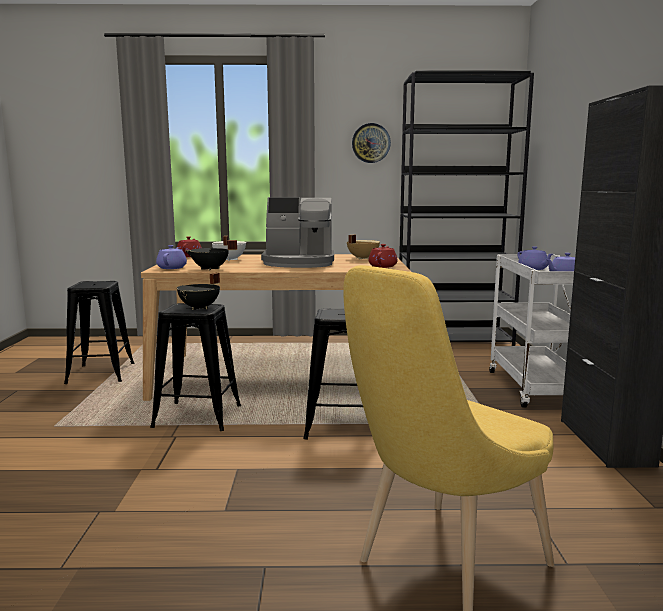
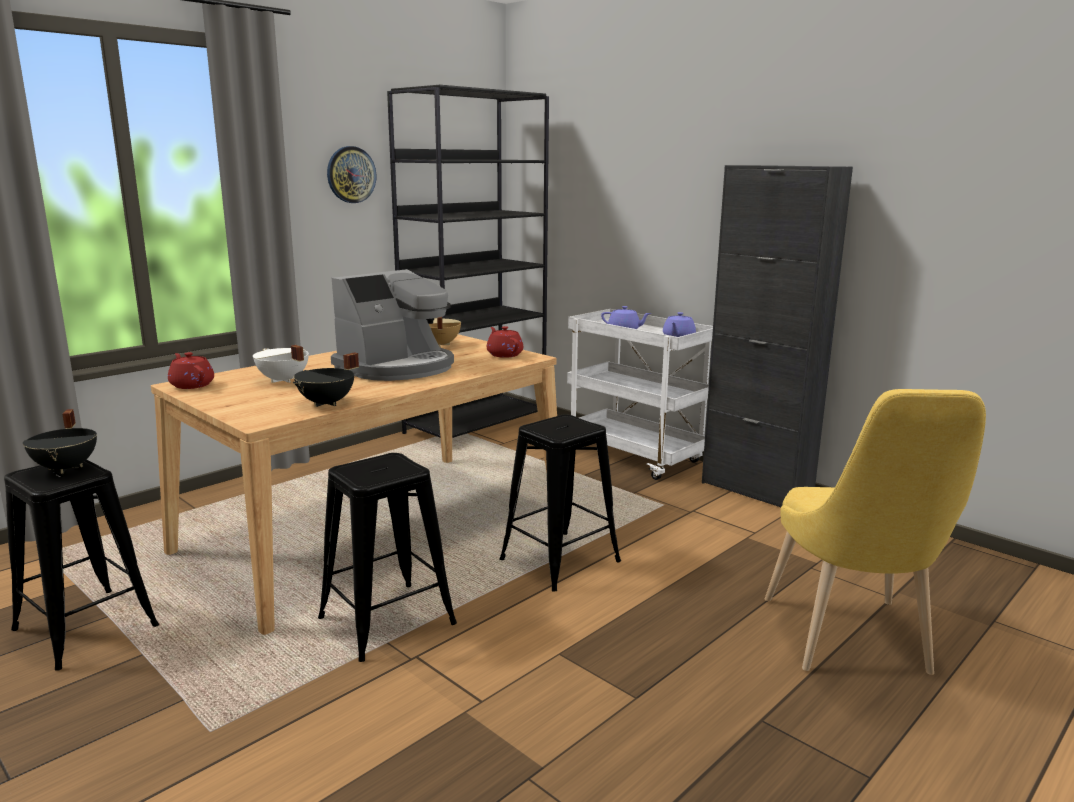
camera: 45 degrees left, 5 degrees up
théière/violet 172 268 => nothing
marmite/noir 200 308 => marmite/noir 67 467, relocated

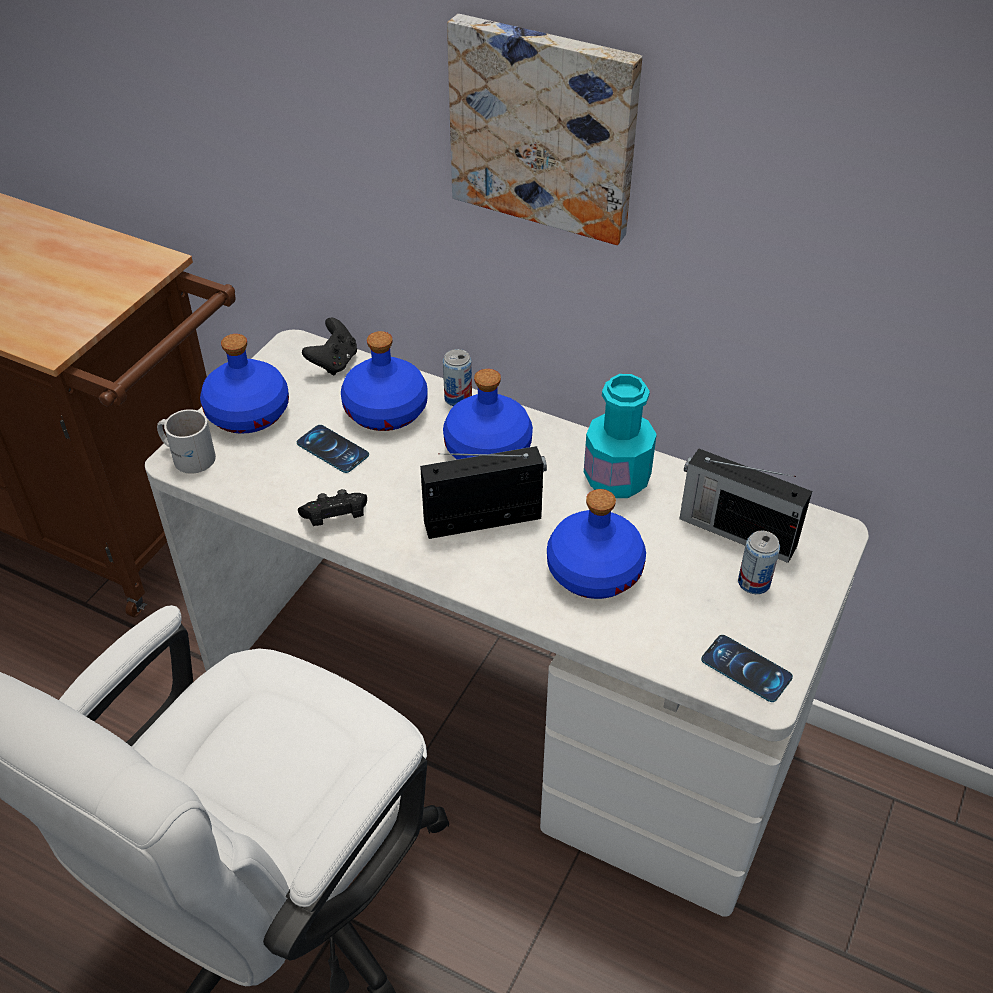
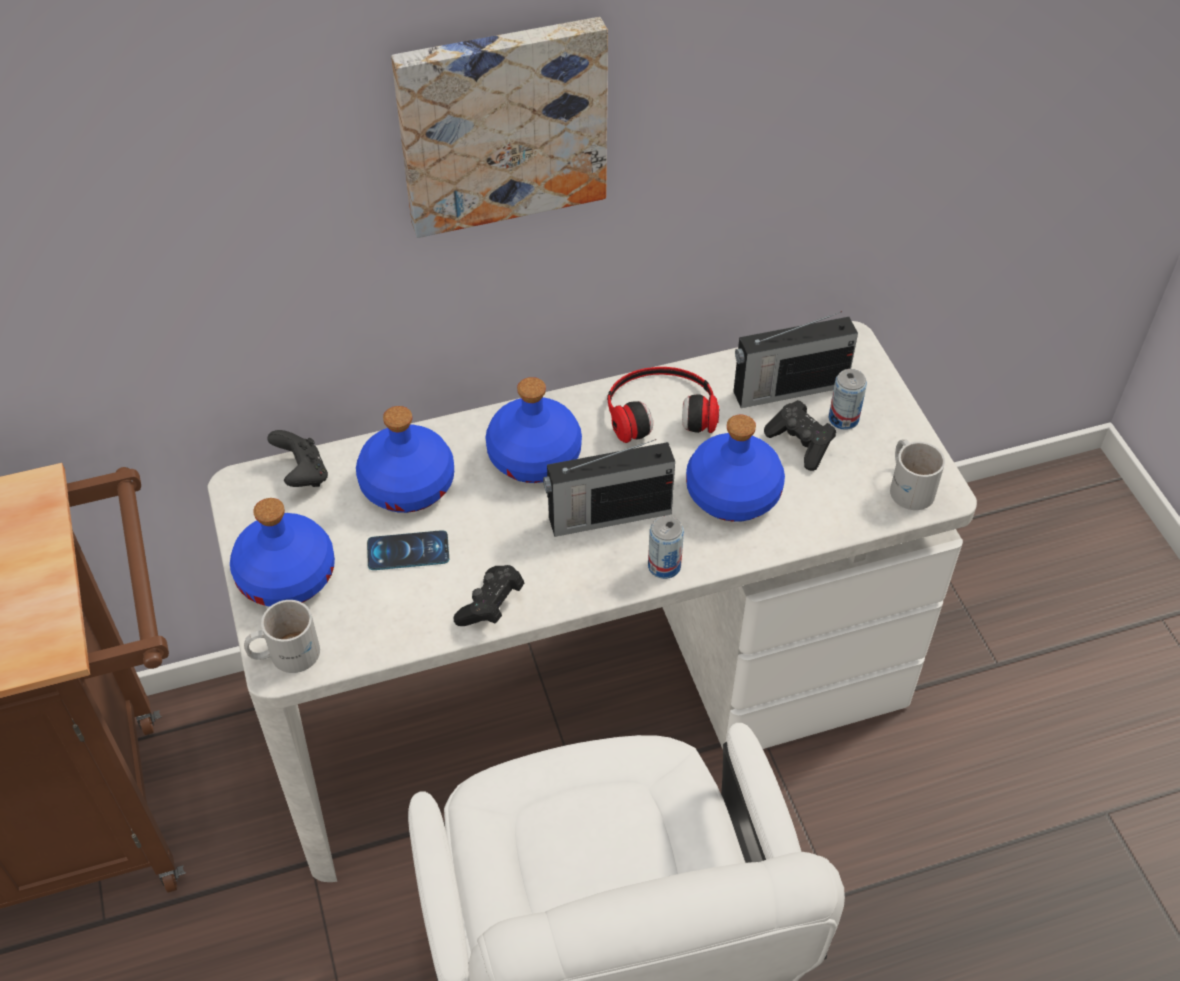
camera: 45 degrees left, 5 degrees up
boîte métallique 458 398 => boîte métallique 664 566, relocated
bouteille/turquoise 616 478 => casque audio 660 408
radio 485 520 => radio 607 515, 135 degrees counterclockwise
téléphone 746 668 => mug/blanc 910 485
nothing => manette/noir 800 444

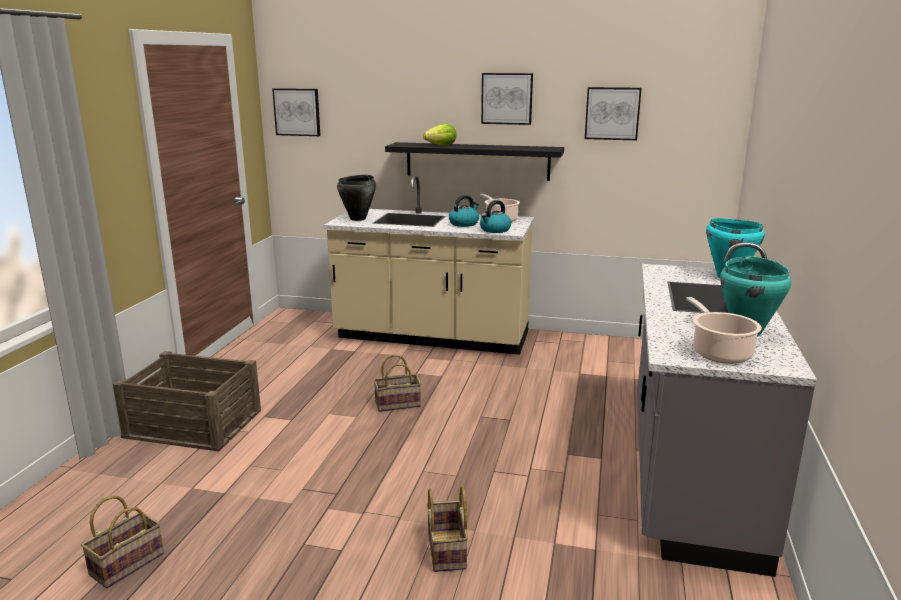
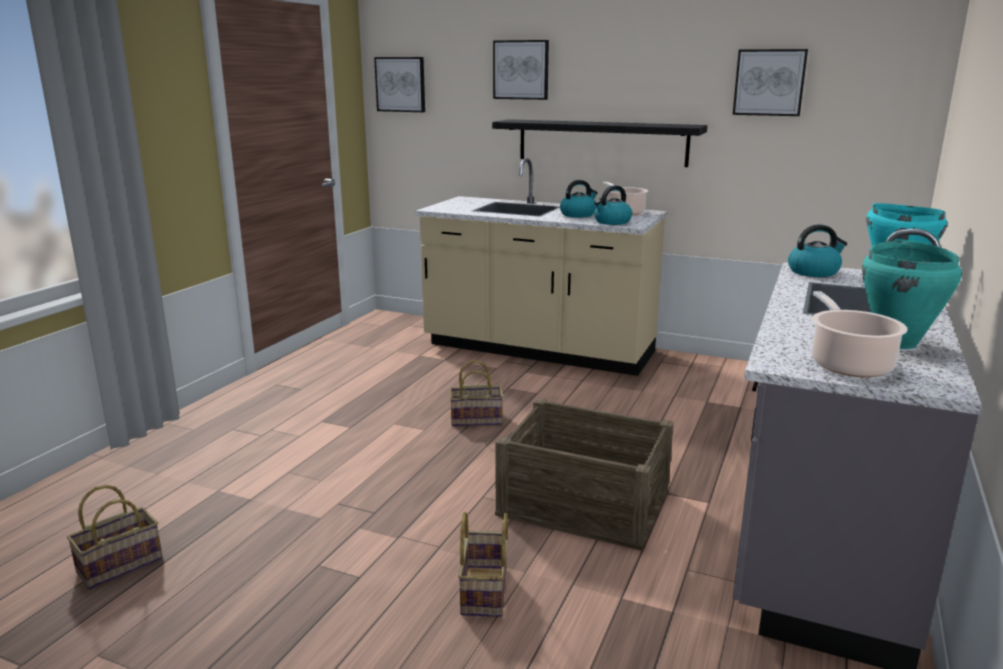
camera: 10 degrees right, 0 degrees up
tableau 507 98 => tableau 521 70, relocated
laitue 441 145 => nothing
marmite/noir 358 219 => nothing
caisse 193 423 => caisse 583 501, relocated
nothing => bouilloire 814 272

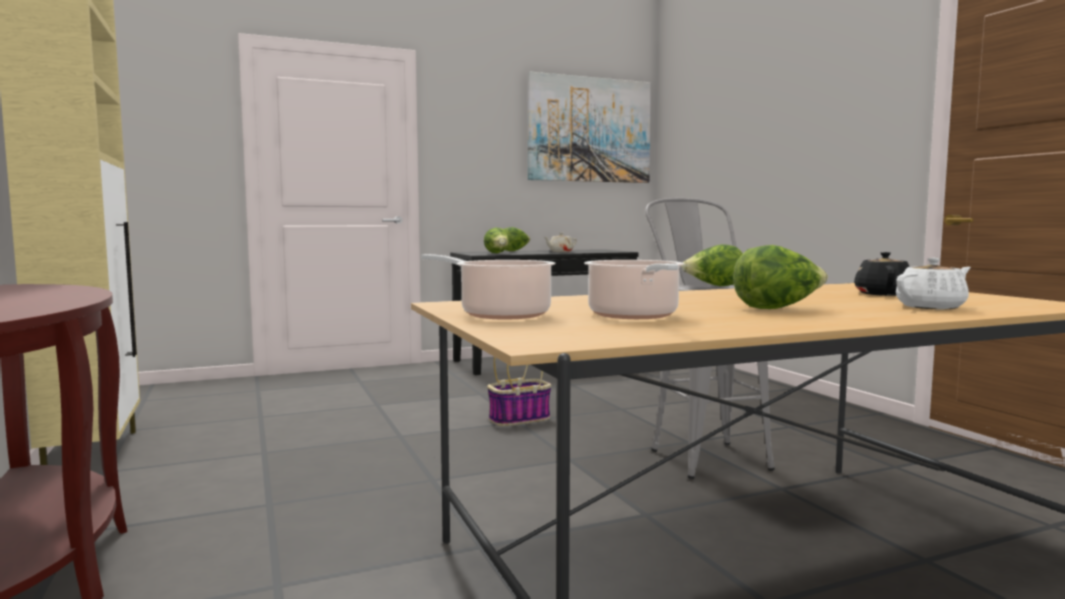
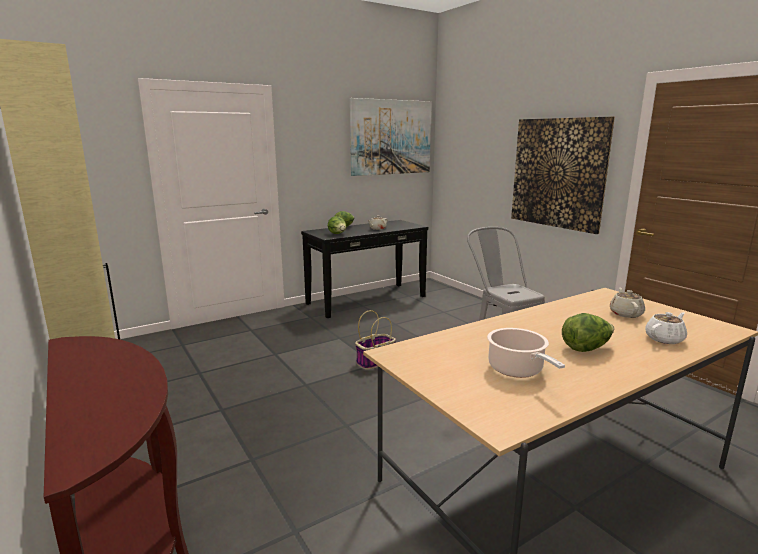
camera: 10 degrees left, 10 degrees up
laitue 714 286 => nothing
théière/noir 883 294 => théière/beige 625 314
marmite 500 314 => nothing
nothing => tableau 558 173

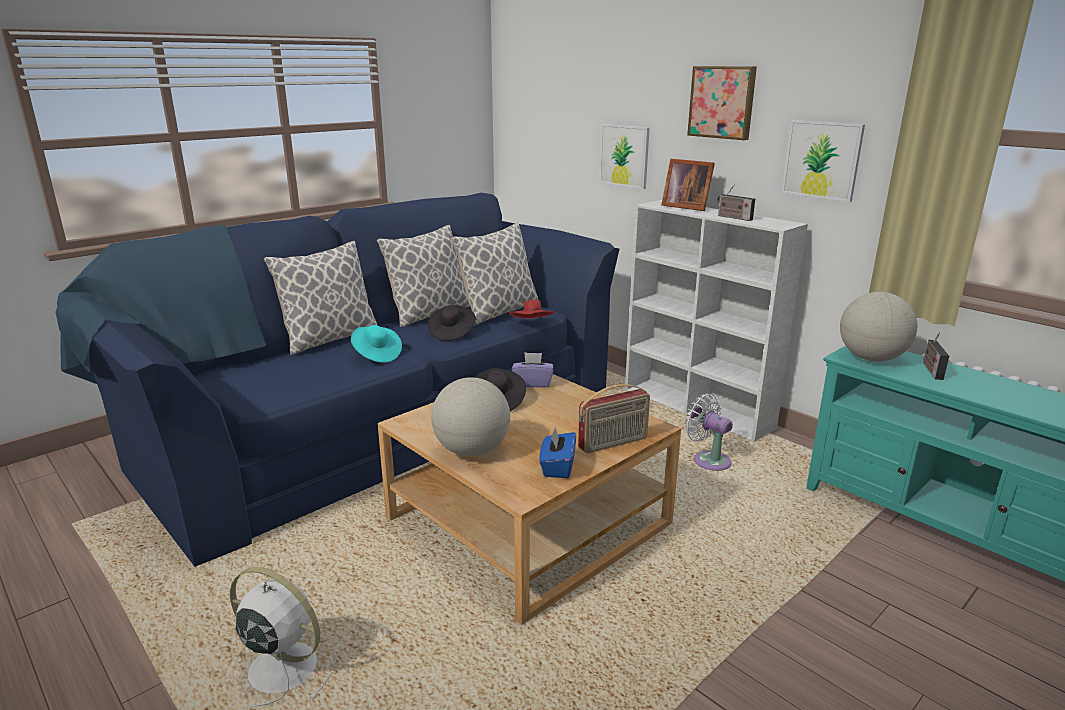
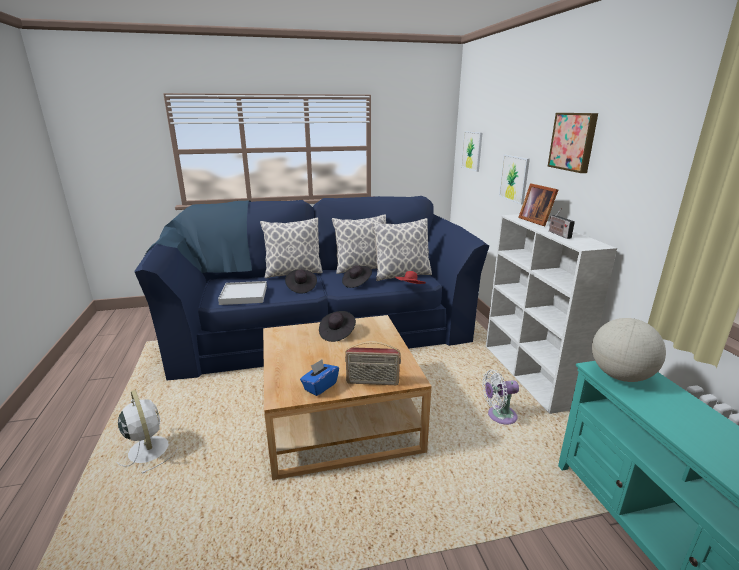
camera: 30 degrees right, 0 degrees up
tableau 822 160 => tableau 472 150, relocated
chapeau/turquoise 376 355 => chapeau/noir 301 288
radio 931 370 => nothing
boîte à mouchoirs/violet 532 383 => nothing
globe 471 451 => nothing
ventilateur/blanc 708 460 => ventilateur/blanc 499 416, 90 degrees counterclockwise
nothing => plateau/blanc 244 295

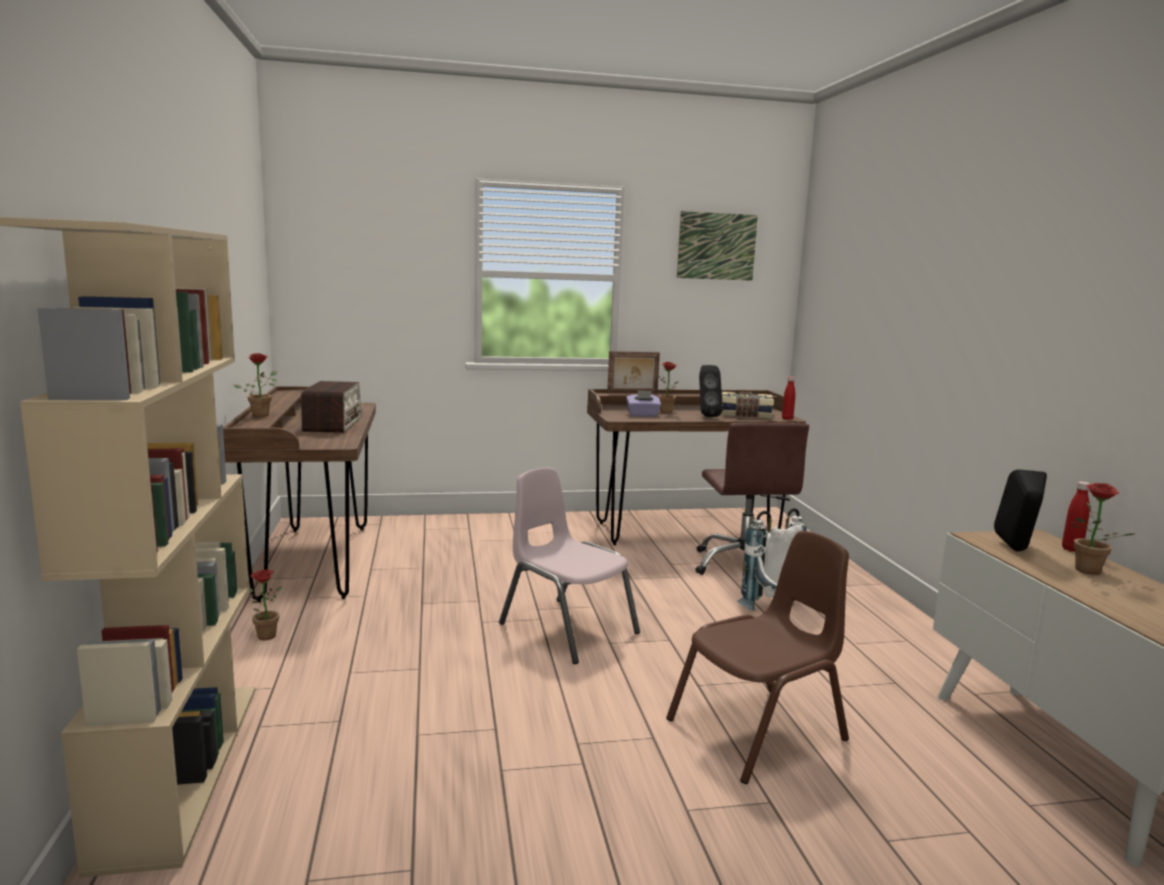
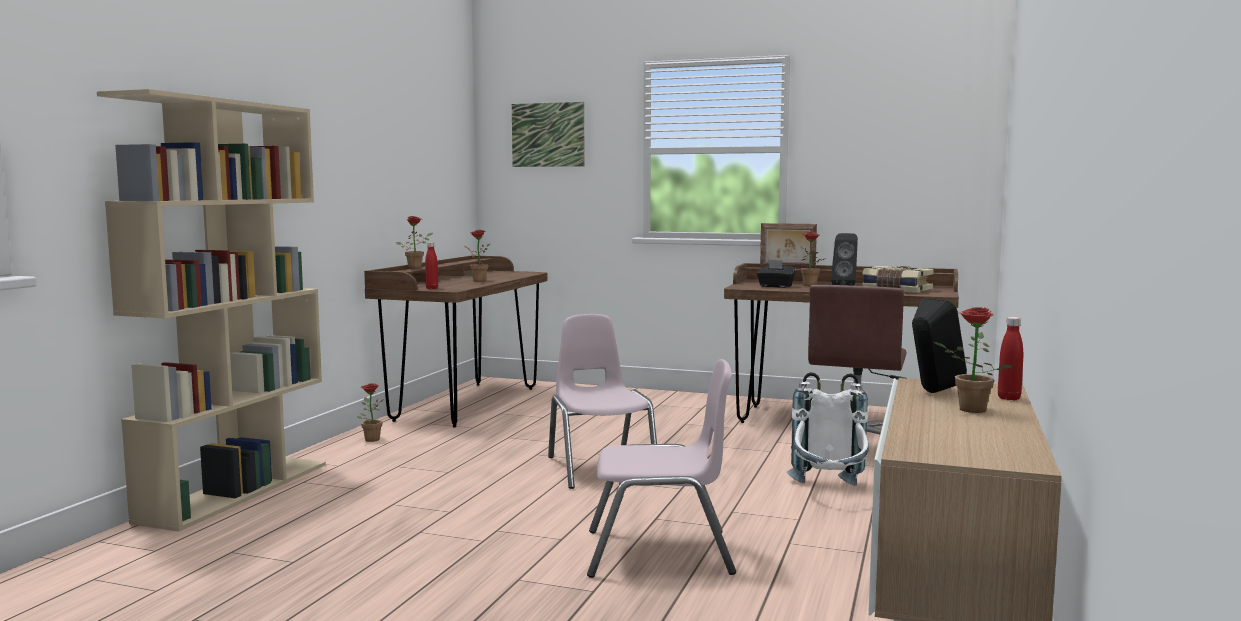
camera: 30 degrees right, 5 degrees down
tableau 716 246 => tableau 548 135, relocated
bouteille/rouge 787 419 => bouteille/rouge 432 288, relocated
radio 333 424 => plante en pot 476 281
boîte à mouchoirs/violet 643 415 => boîte à mouchoirs/noir 775 286
chaise/marron 758 731 => chaise/rose 659 553

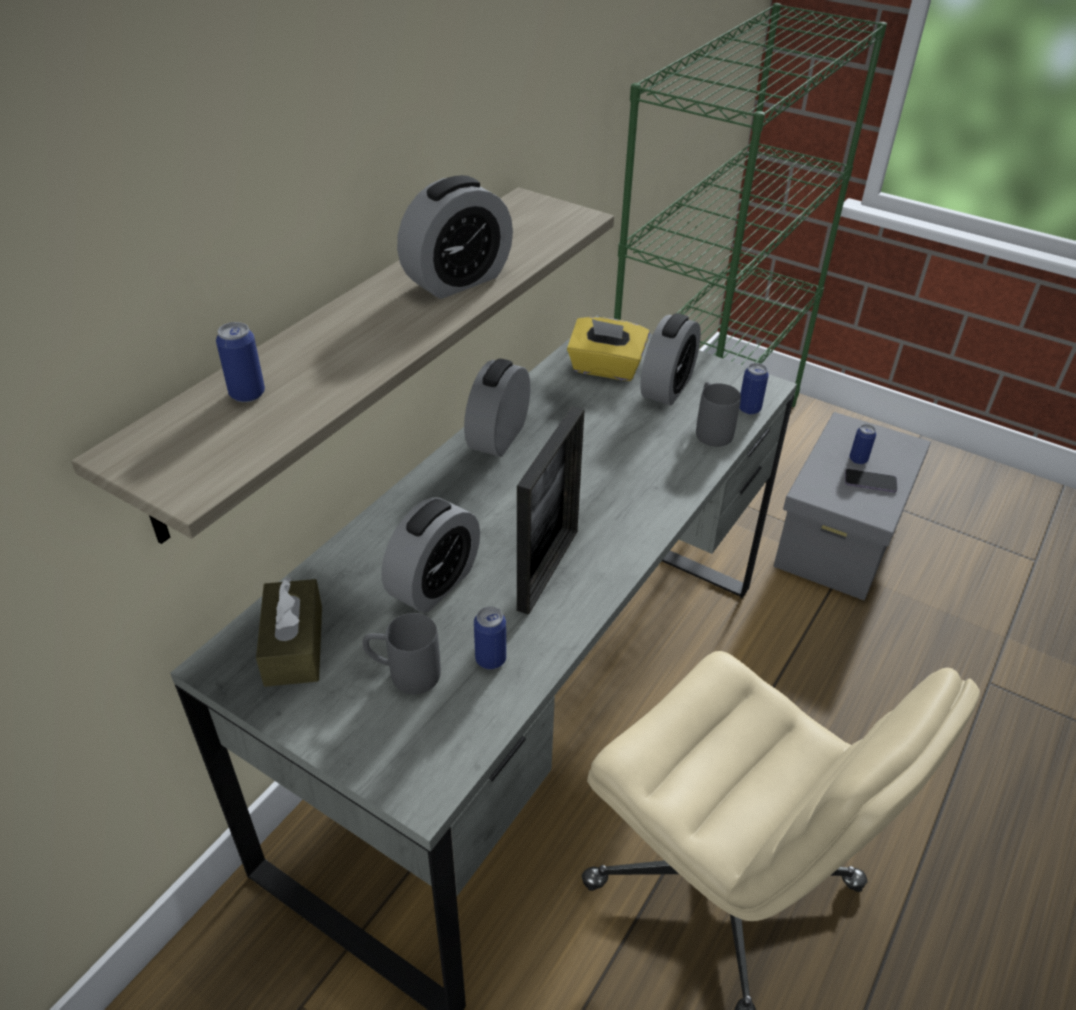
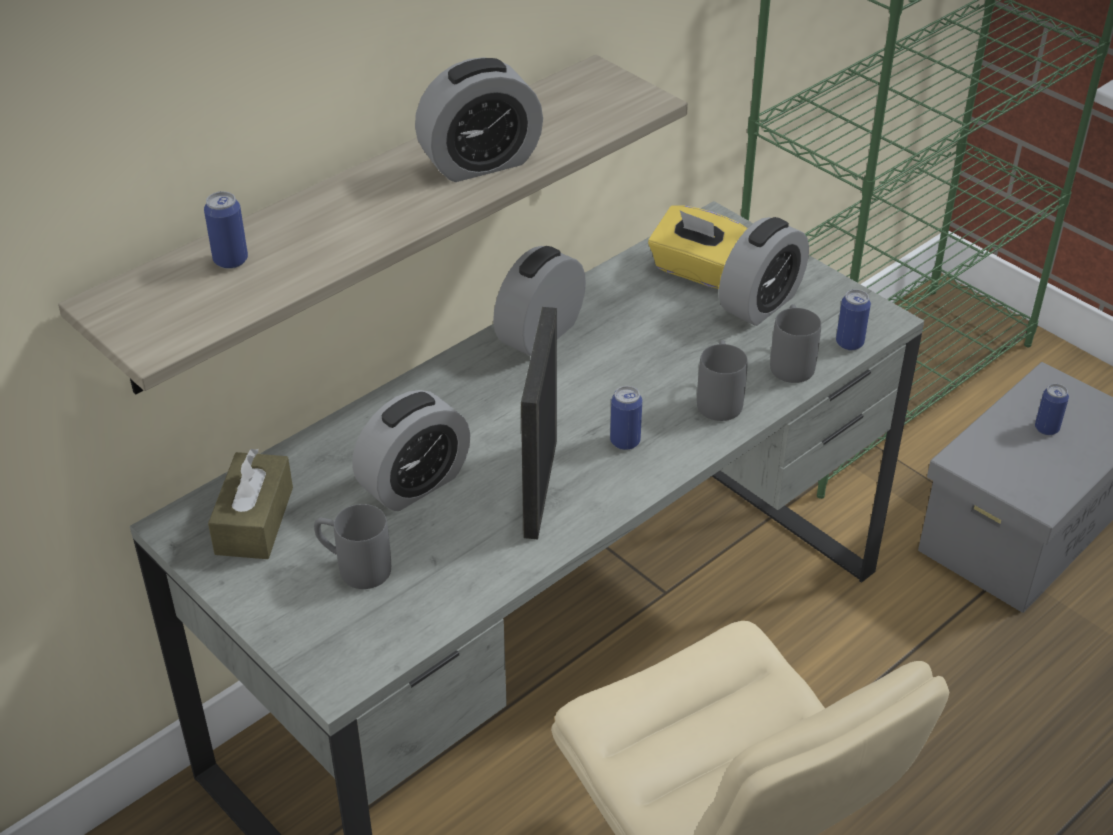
camera: 15 degrees right, 0 degrees up
cadre photo 548 569 => cadre photo 540 488, 150 degrees clockwise
téléphone 870 482 => nothing
boîte métallique 490 659 => boîte métallique 625 441, relocated
nothing => mug/gris 719 398

